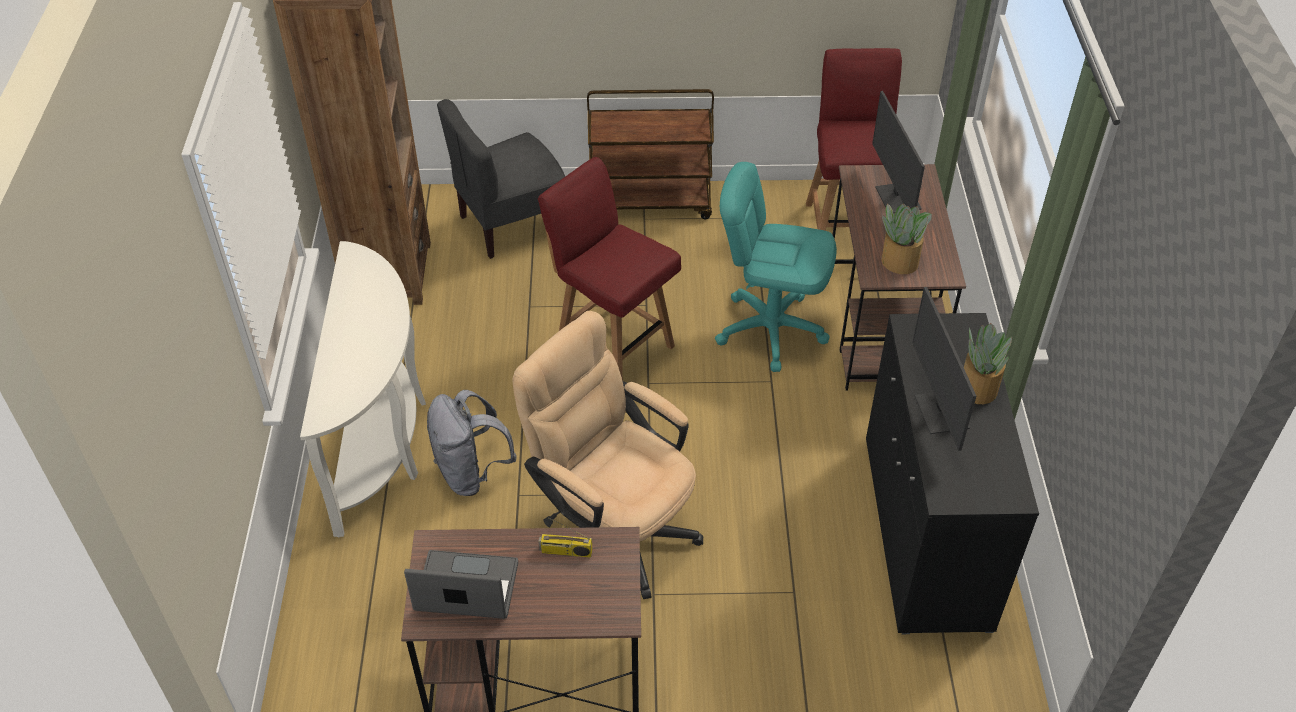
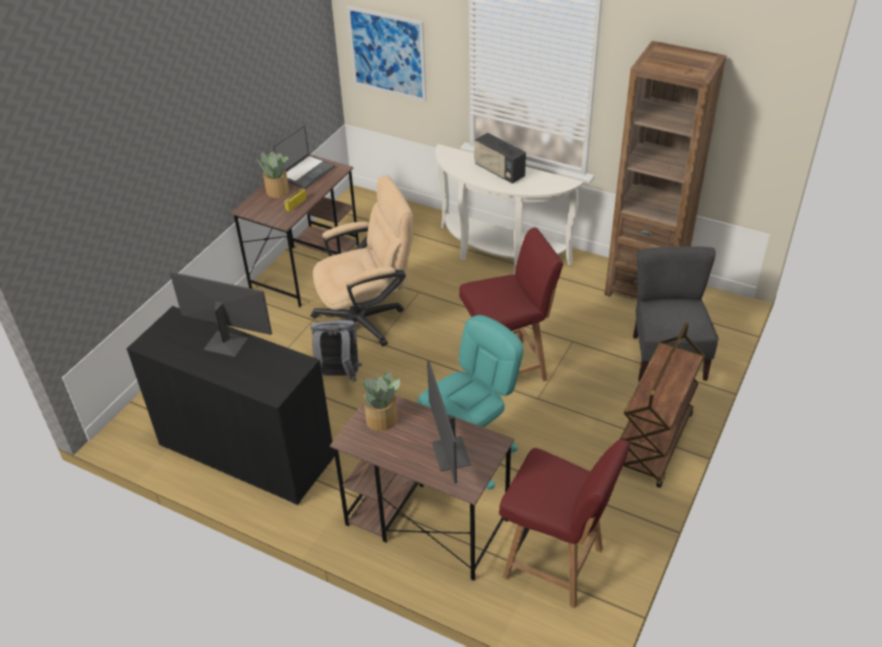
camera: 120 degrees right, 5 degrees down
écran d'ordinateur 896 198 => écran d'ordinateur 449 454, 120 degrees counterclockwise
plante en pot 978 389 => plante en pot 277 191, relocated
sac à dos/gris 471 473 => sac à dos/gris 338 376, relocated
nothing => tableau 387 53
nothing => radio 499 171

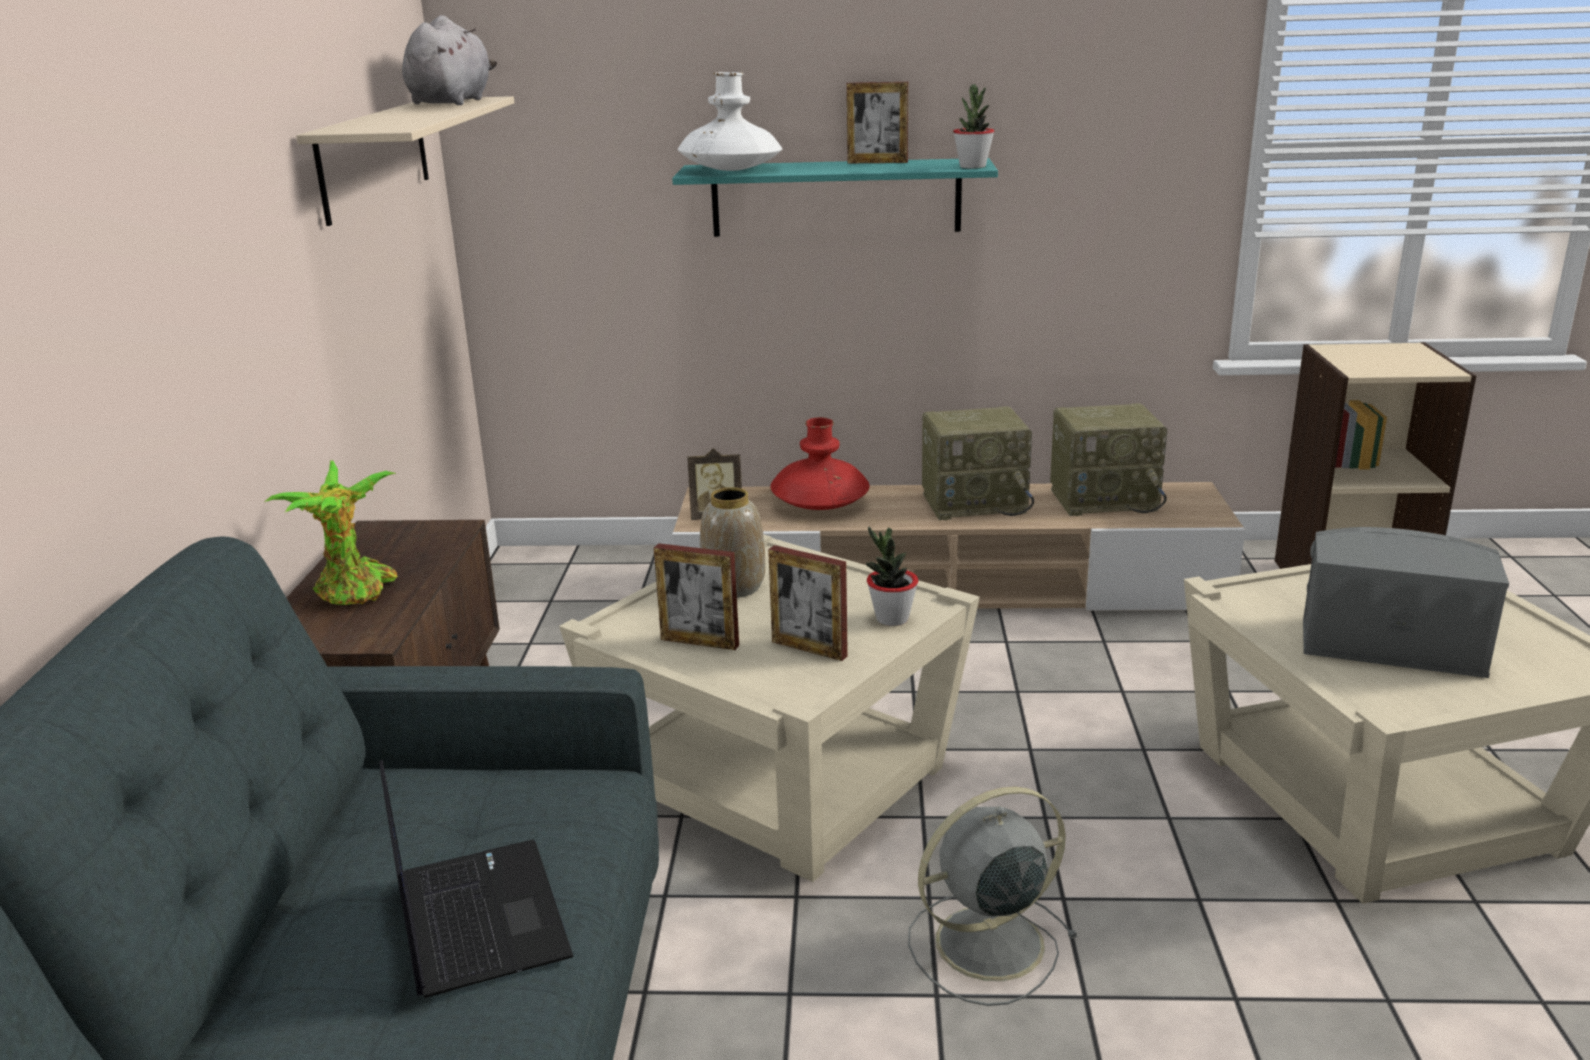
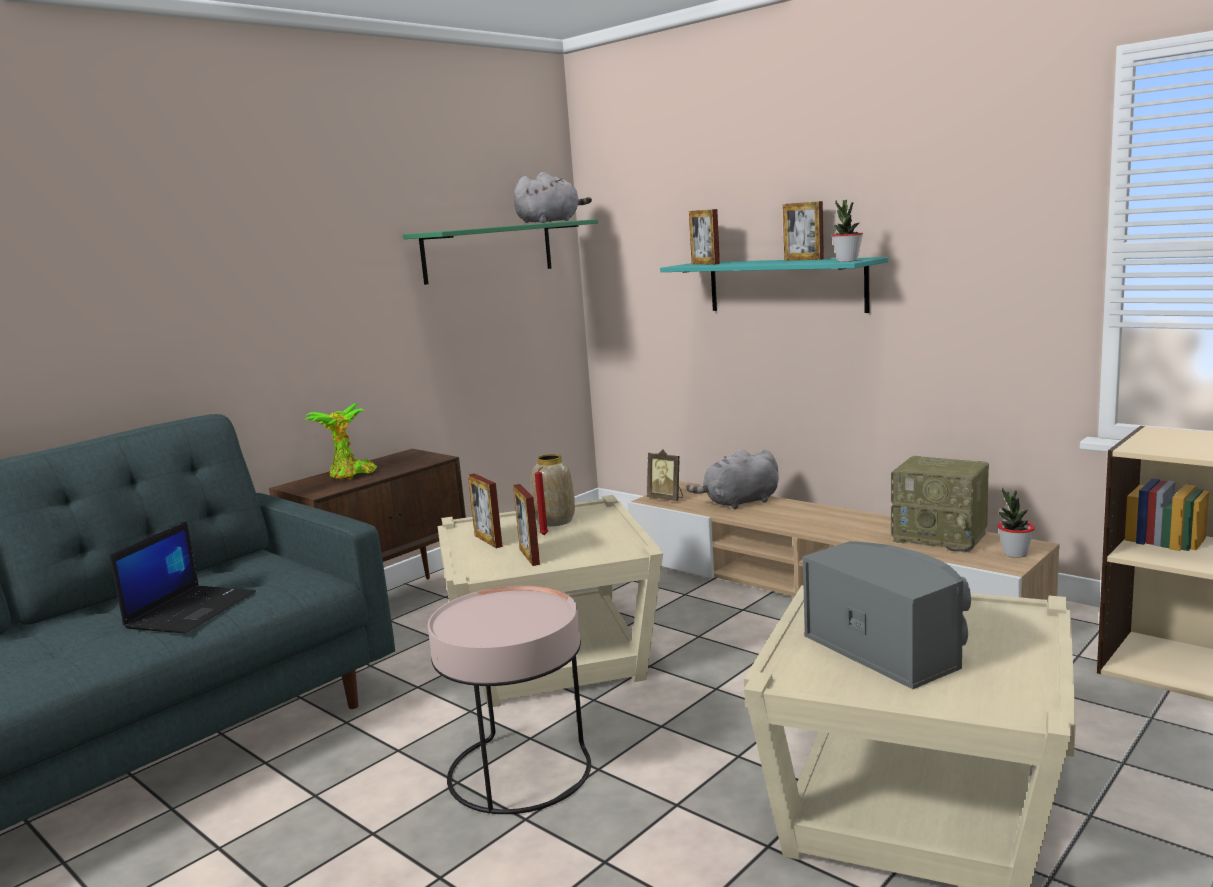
camera: 40 degrees right, 10 degrees down
vase/blanc 731 170 => cadre photo 705 264
étagère/beige 374 157 => étagère/vert 488 252
radio 975 502 => nothing
vase/rouge 820 503 => peluche/gris 739 503
plante en pot 892 619 => plante en pot 1015 554, relocated
ventilateur/gris 985 944 => table d'appoint/rose 518 771
nothing => bougie/rouge 545 535

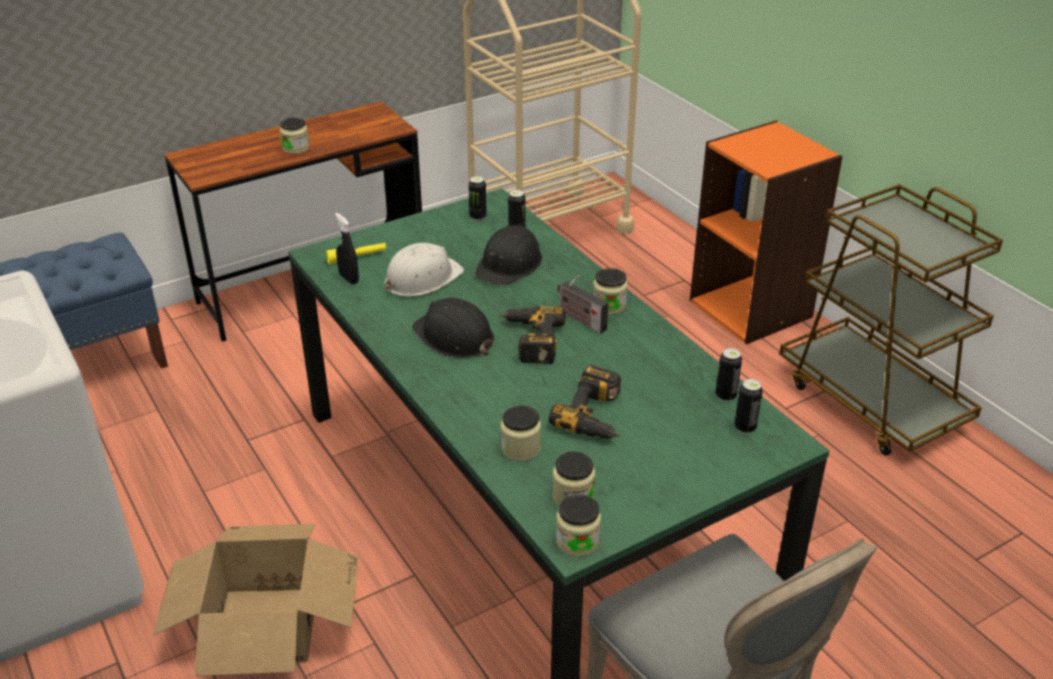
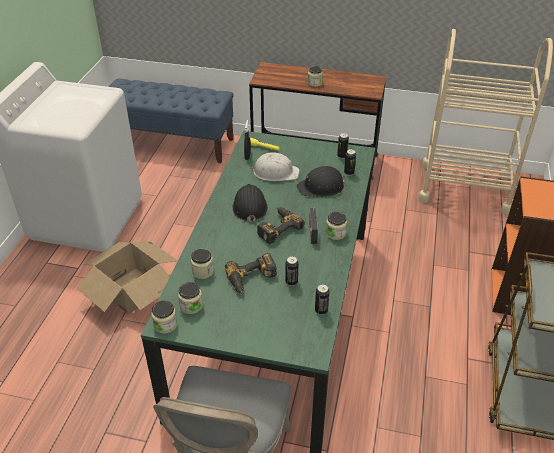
camera: 45 degrees right, 5 degrees up
boîte métallique 745 427 => boîte métallique 291 282, relocated

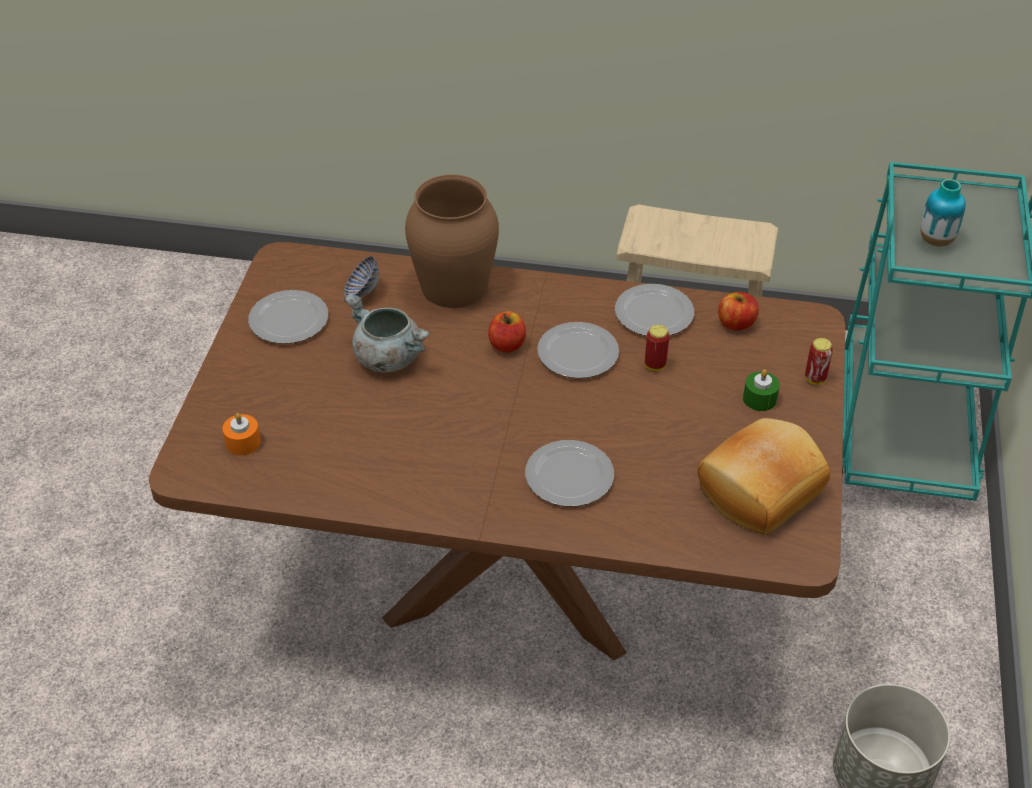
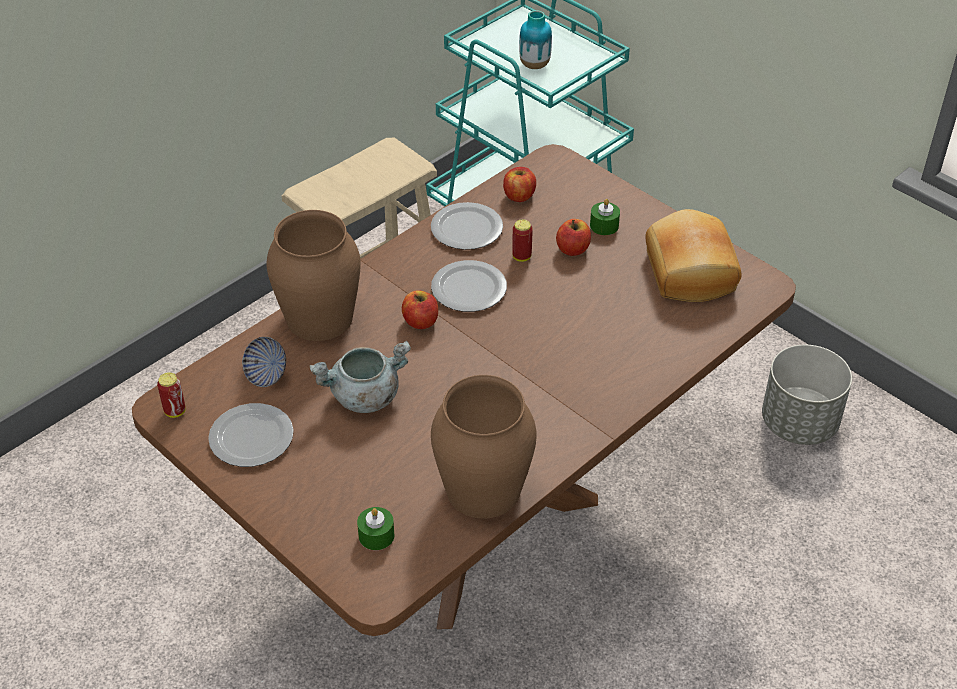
camera: 55 degrees left, 0 degrees up
boîte métallique 815 379 => boîte métallique 175 411, relocated
bougie/orange 243 442 => bougie/vert 376 535
assiette 569 475 => nothing
nothing => pomme 573 249
nothing => vase/marron 484 489

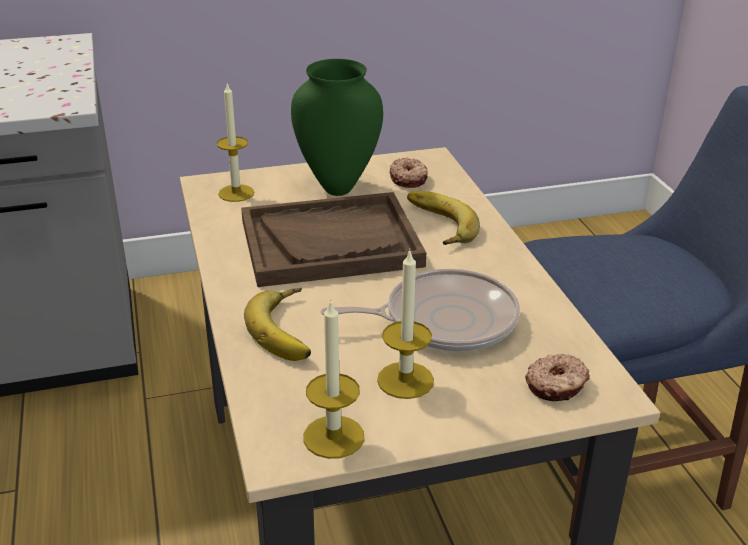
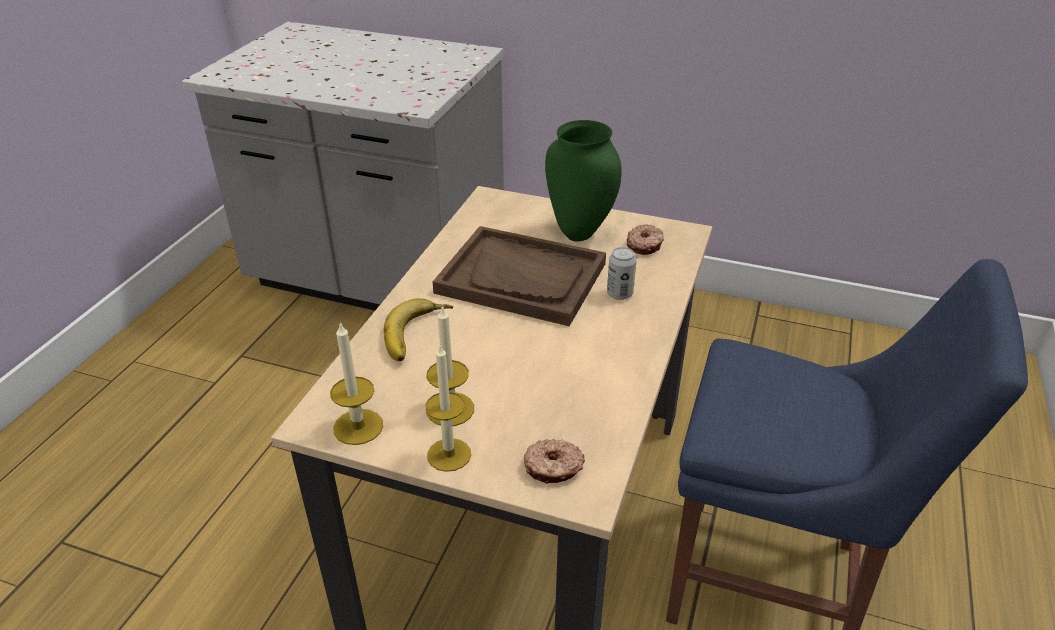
camera: 35 degrees right, 5 degrees up
bougie 236 193 => bougie 449 454, relocated
banane 436 225 => boîte métallique 619 294
poêle 443 320 => nothing

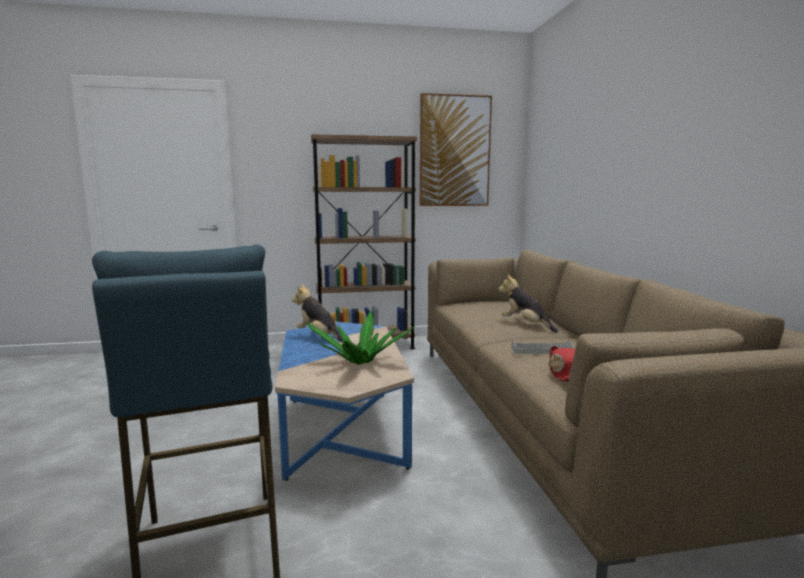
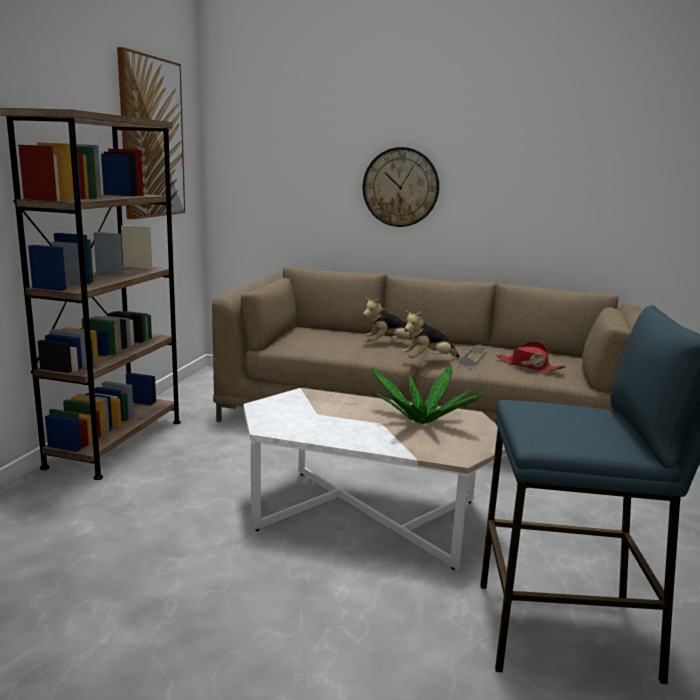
camera: 65 degrees left, 5 degrees up
peluche 319 337 => peluche 428 360, relocated
table basse/bleu 343 430 => table basse/blanc 368 515
nothing => horloge murale 400 187

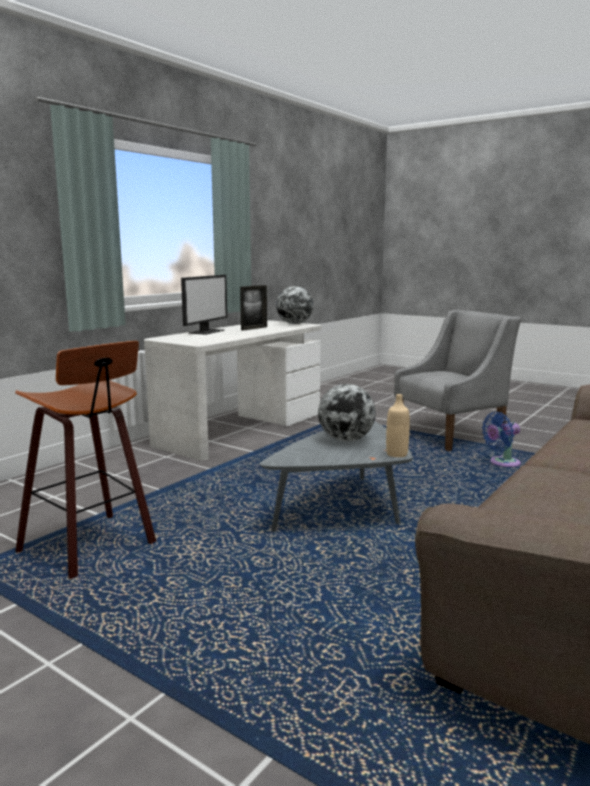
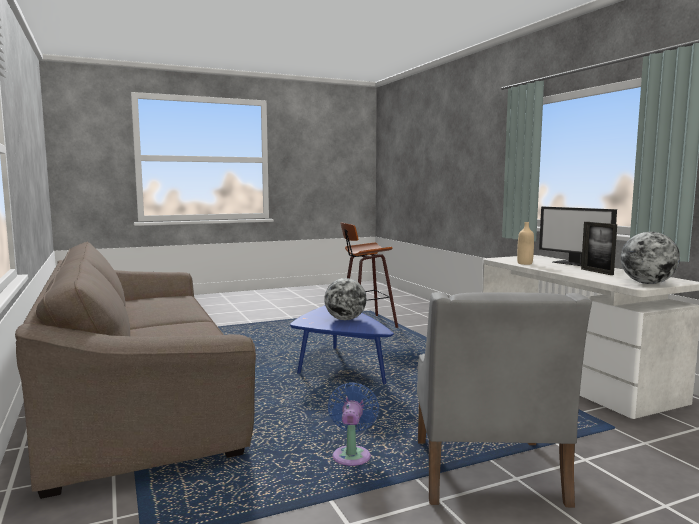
camera: 120 degrees right, 5 degrees down
bouteille/beige 396 454 => bouteille/beige 524 263, relocated
table basse/gris 345 509 => table basse/bleu 339 367

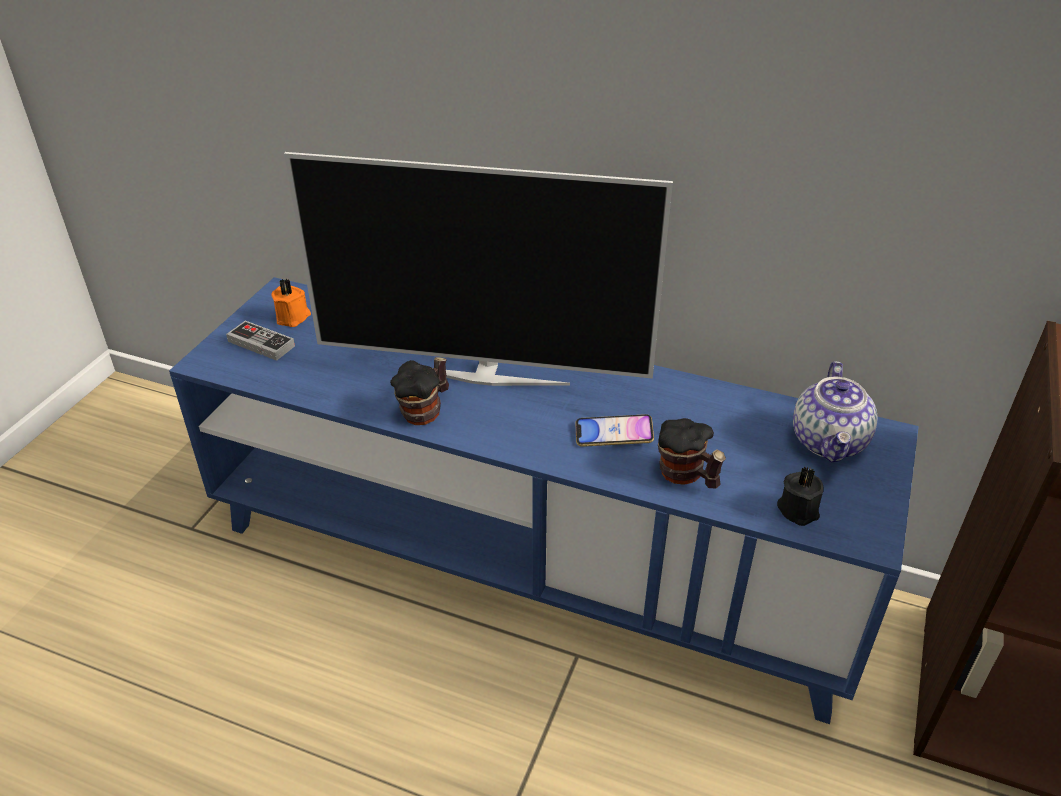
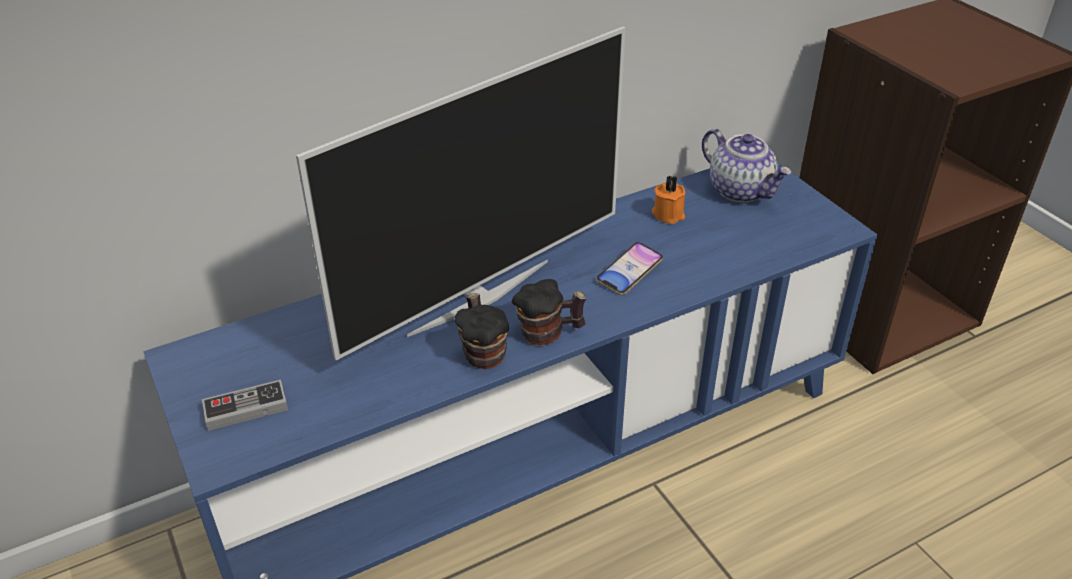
camera: 50 degrees left, 0 degrees up
bougie/orange 293 317 => bougie/orange 668 213, relocated
mug 686 477 => mug 548 333, relocated
bougie/noir 798 509 => nothing

